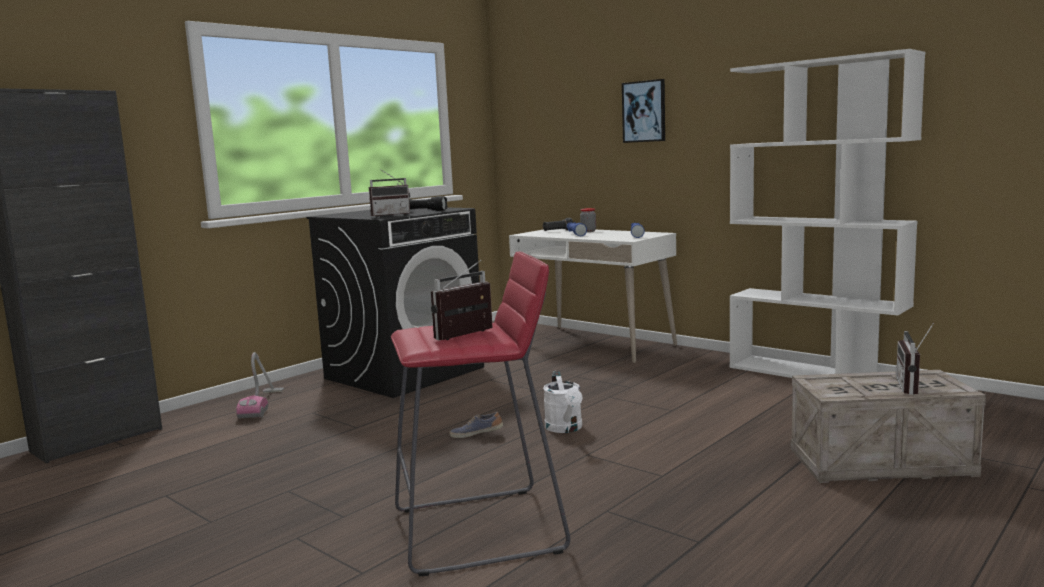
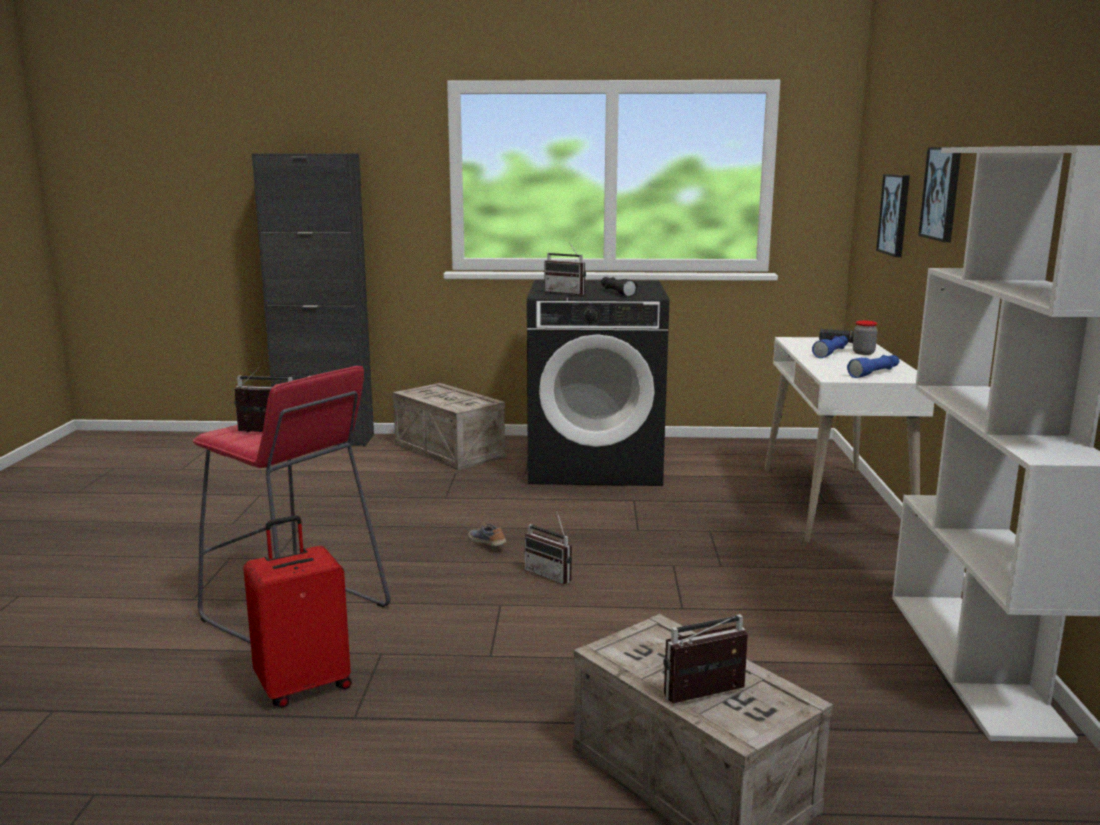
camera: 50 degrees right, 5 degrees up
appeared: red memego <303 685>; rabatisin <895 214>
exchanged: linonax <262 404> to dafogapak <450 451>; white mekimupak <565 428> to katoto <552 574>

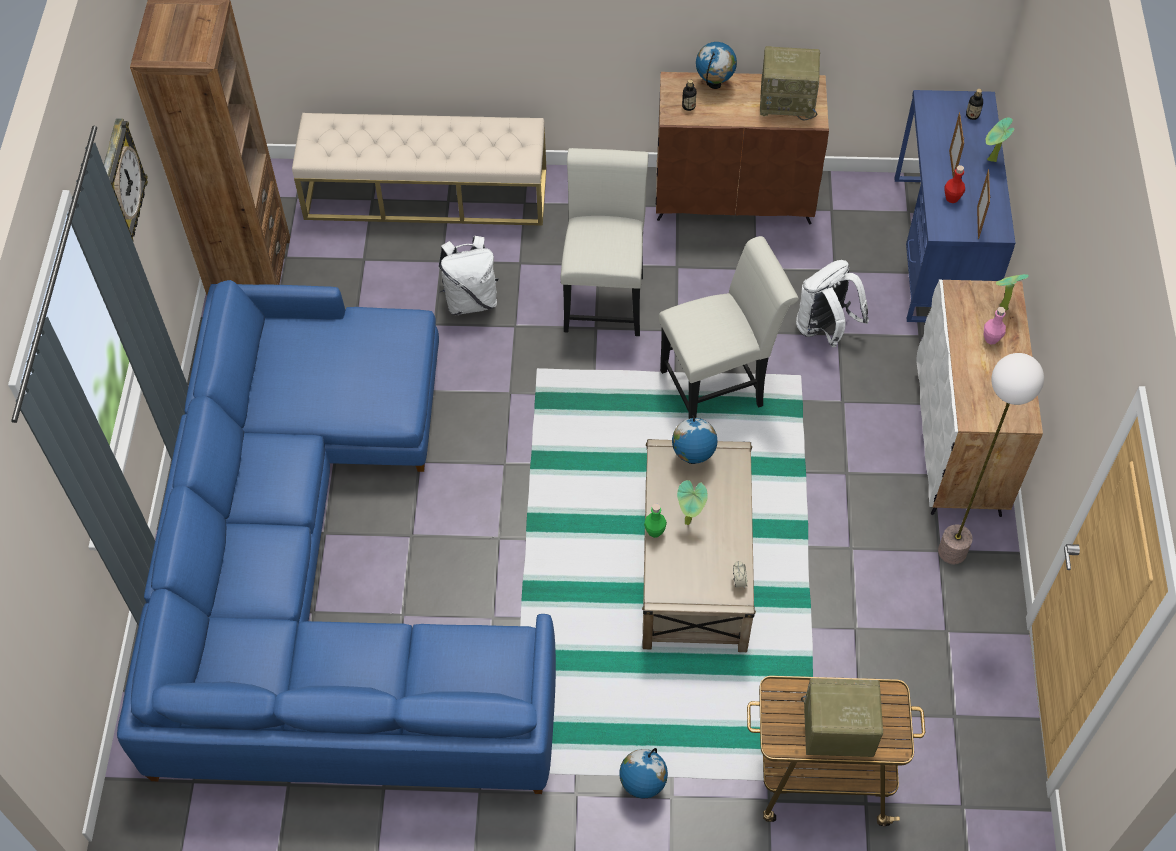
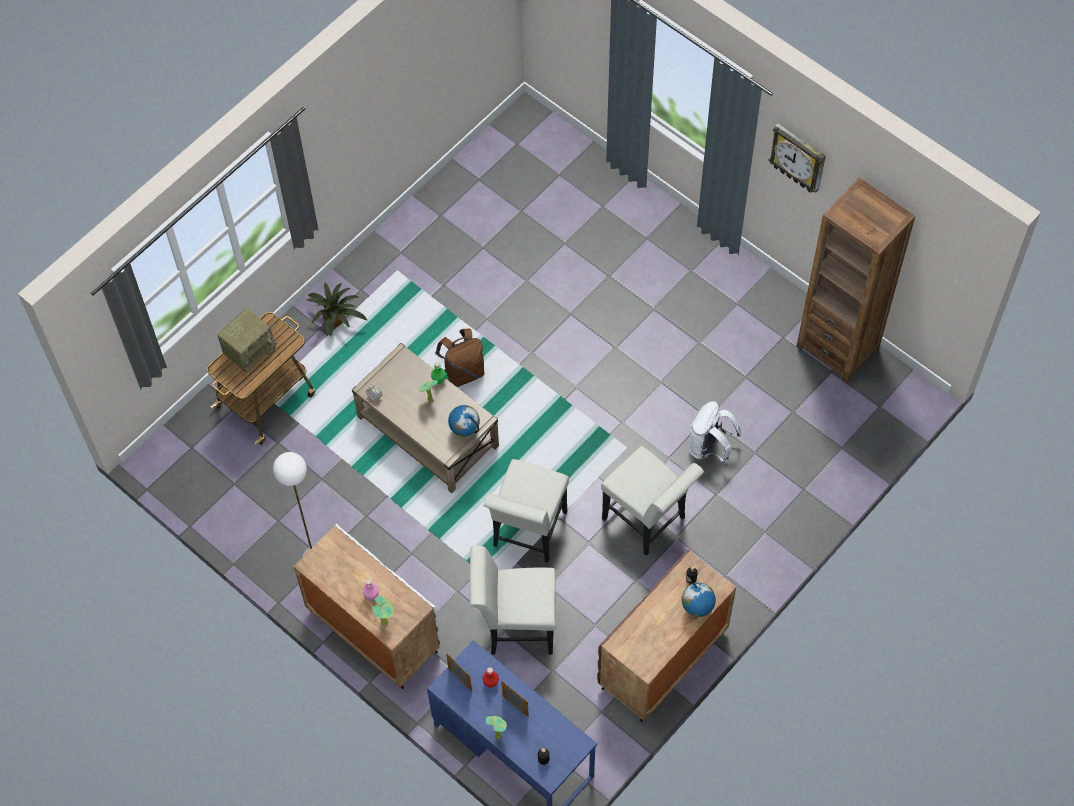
camera: 130 degrees right, 5 degrees up
missing: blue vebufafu <321 574>; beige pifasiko <426 194>; katoto <788 100>
appeared: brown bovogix <463 372>
exchanged: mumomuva <642 786> to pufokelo <336 319>; white bovogix <825 329> to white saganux <515 626>

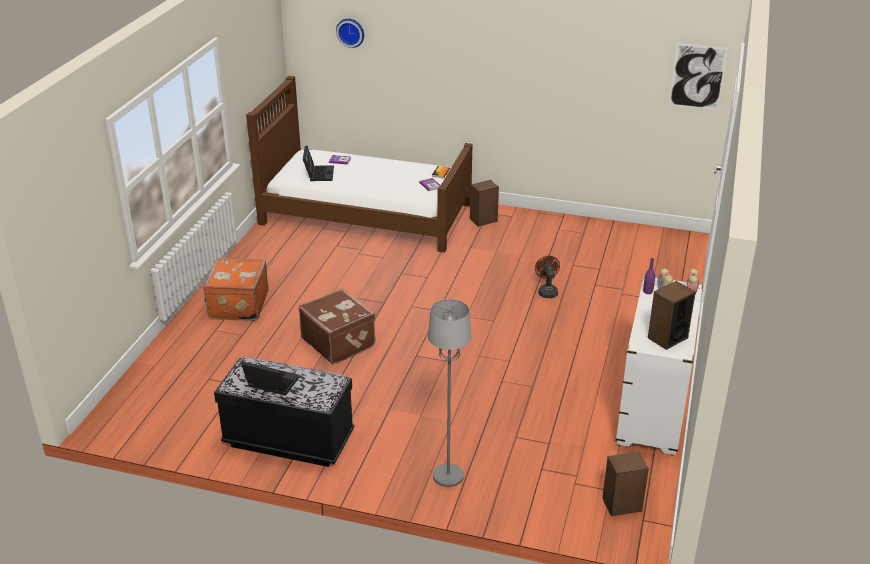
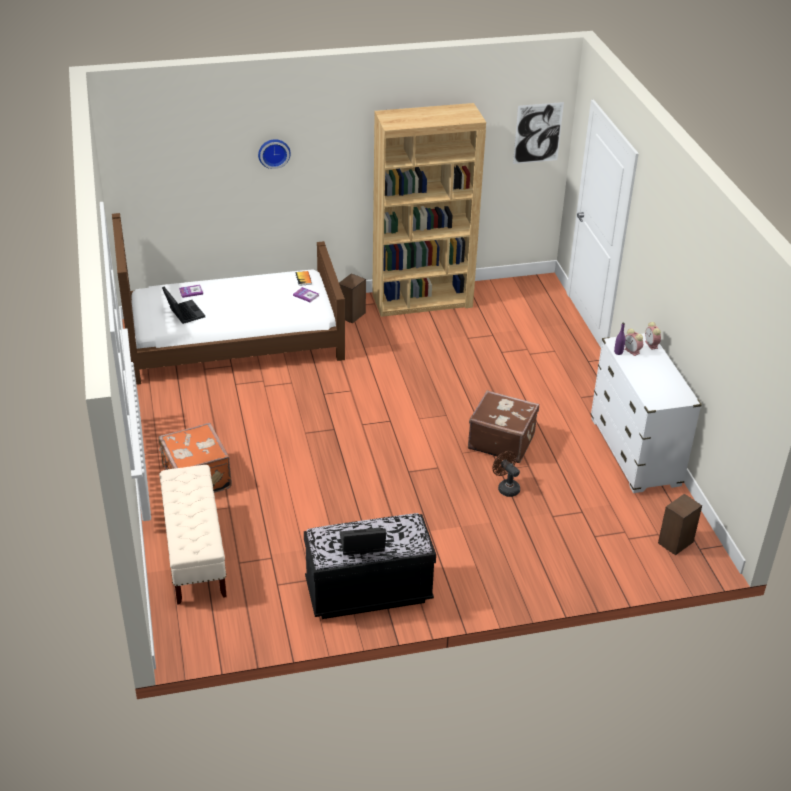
camera: 30 degrees left, 5 degrees up
missing: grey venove <448 476>; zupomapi <667 338>
appeared: beige pifasiko <195 554>; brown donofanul <422 301>
relocated: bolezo <351 32> to <273 152>; brown memego <339 342> to <501 441>; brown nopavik <547 291> to <506 487>

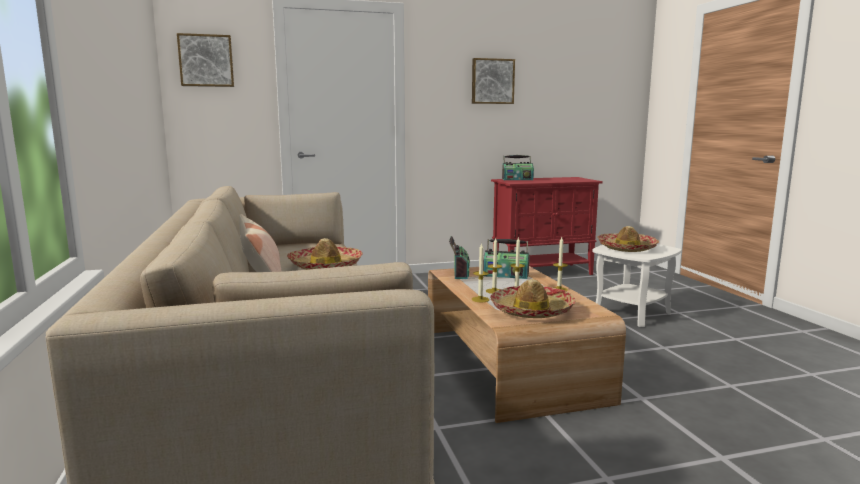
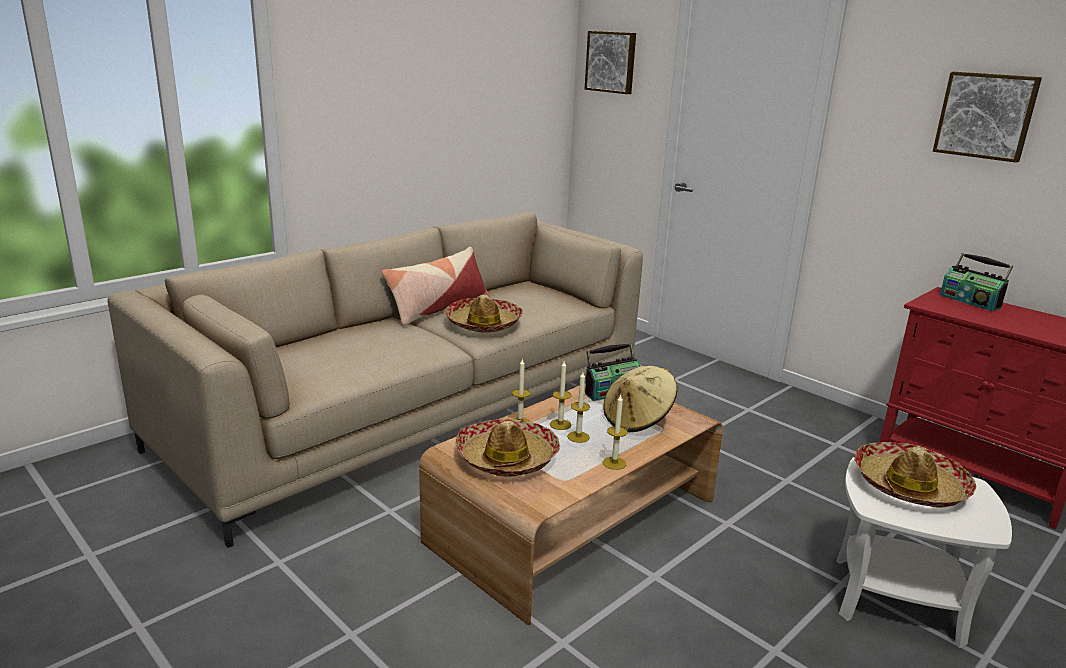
camera: 60 degrees right, 10 degrees up
exchanged: katoto <505 275> to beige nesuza <638 419>

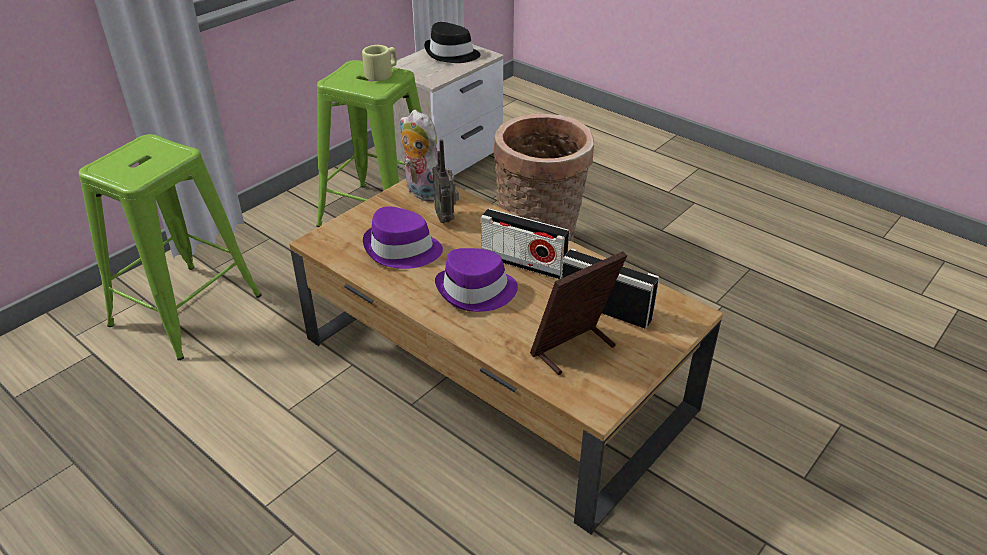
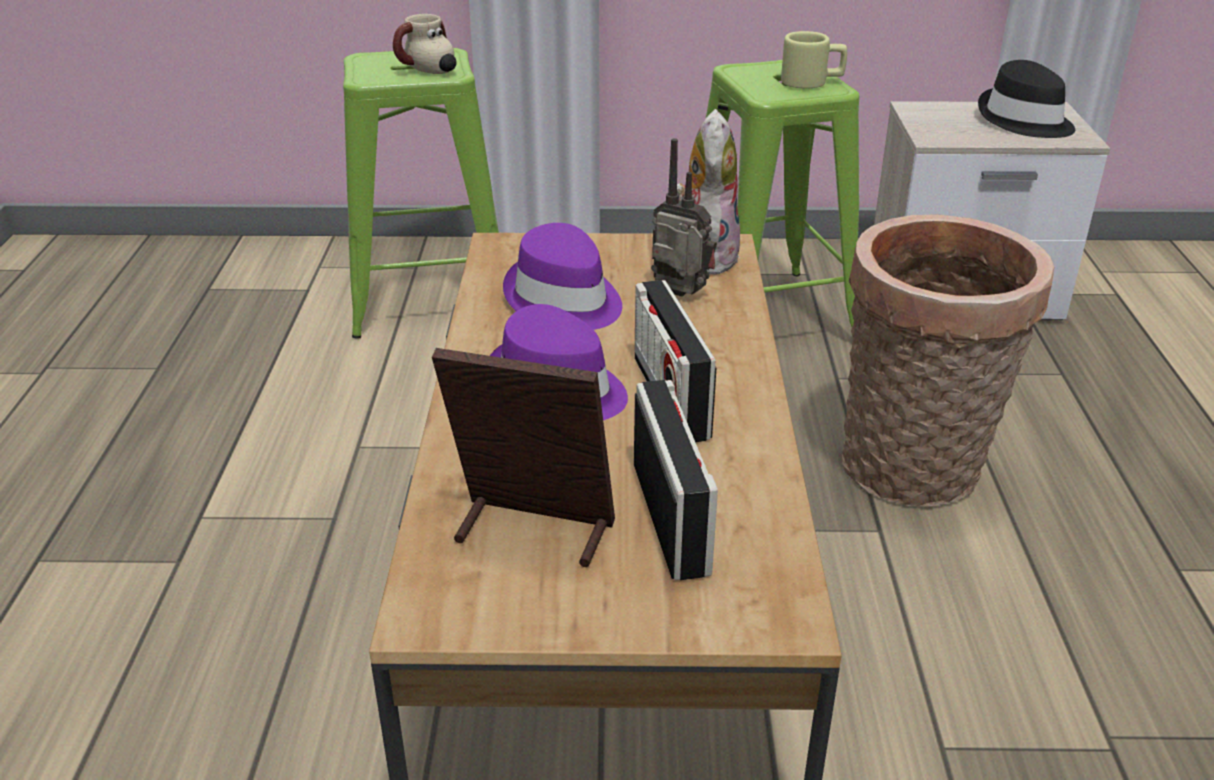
camera: 50 degrees right, 5 degrees down
appeared: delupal <427 70>
spun: katoto <446 218> = <678 297> 90 degrees clockwise

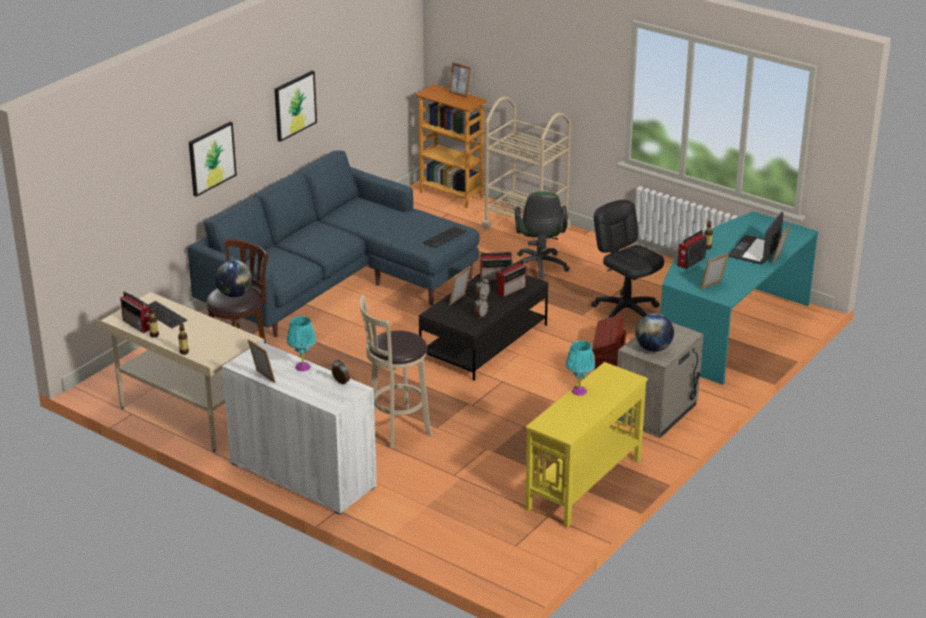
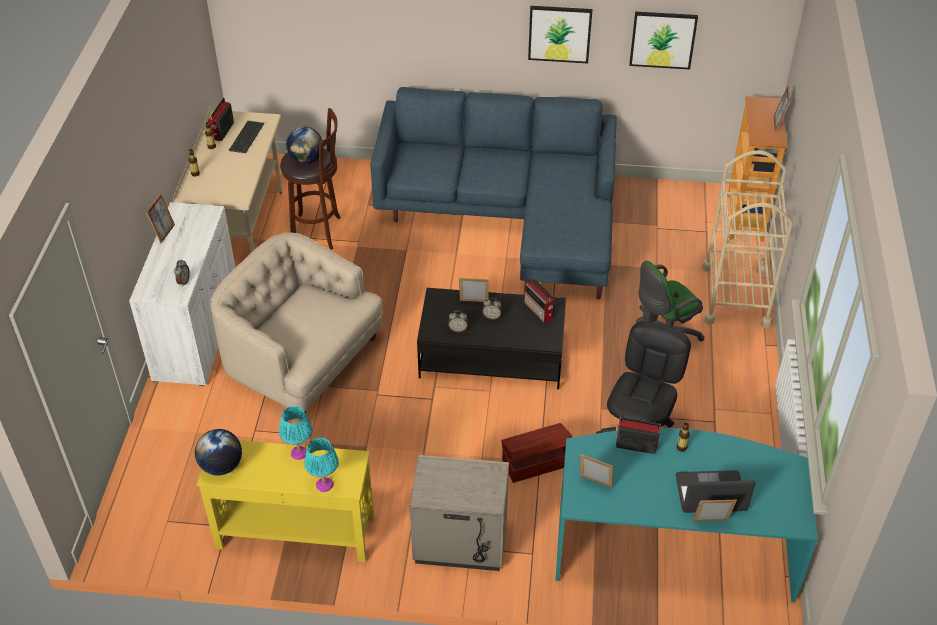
camera: 60 degrees right, 15 degrees up
missing: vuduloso <444 237>; katoto <511 289>
relocated: mumomuva <653 348> to <221 466>; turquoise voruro <303 367> to <324 484>; rabatisin <211 158> to <663 39>
exchanged: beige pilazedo <396 430> to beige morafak <302 360>

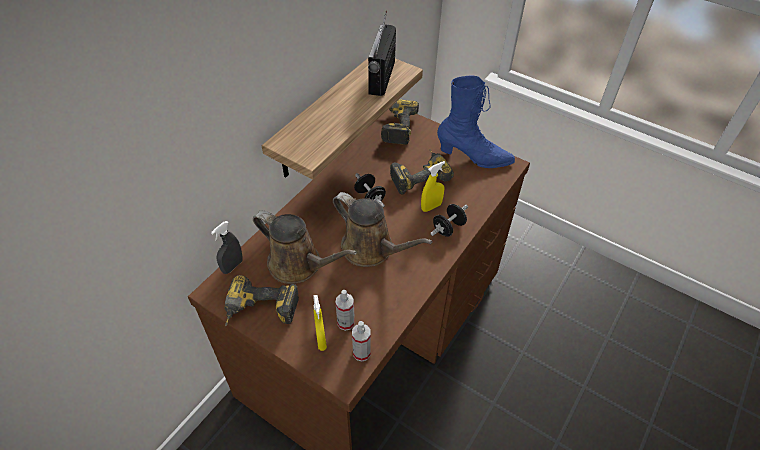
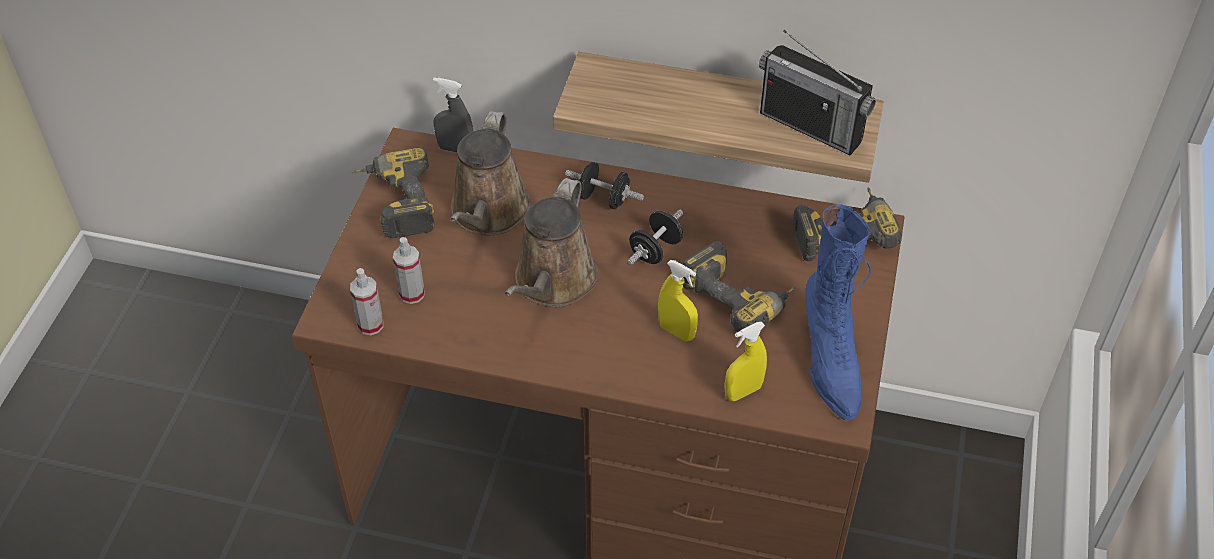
camera: 70 degrees right, 0 degrees up
relocated: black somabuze <448 228> to <604 199>; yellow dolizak <321 339> to <743 392>
spun: katoto <381 78> = <811 126> 135 degrees counterclockwise

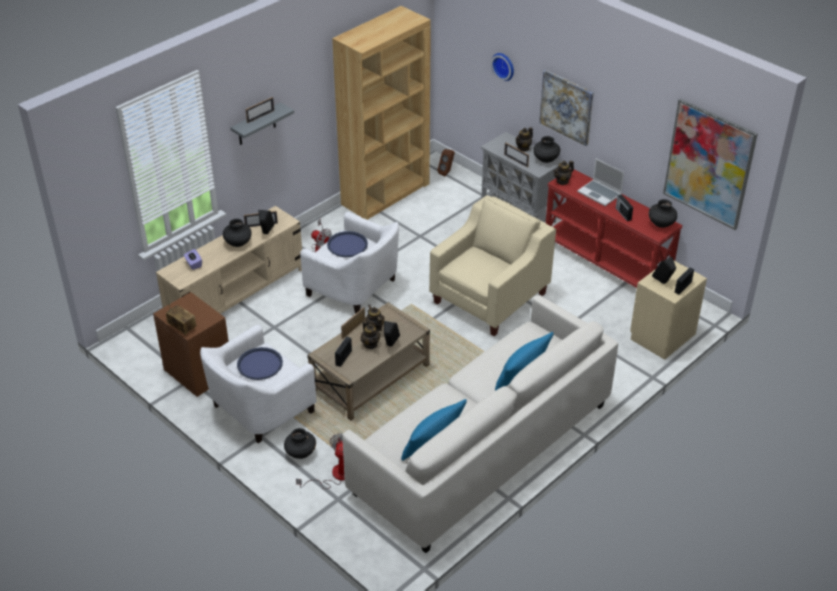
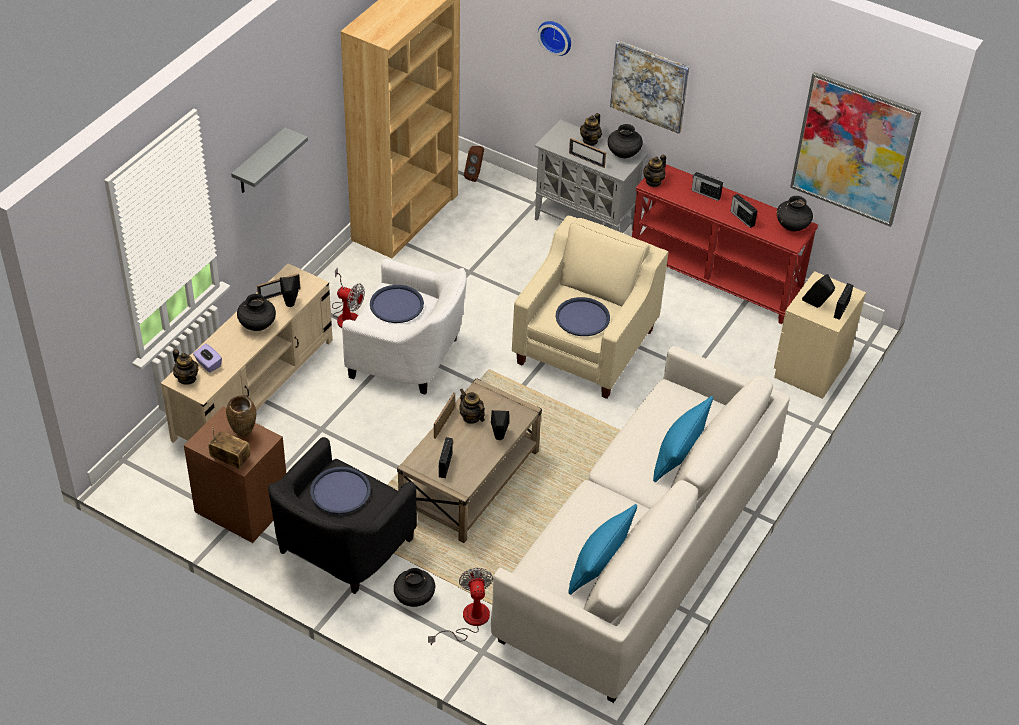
camera: 15 degrees left, 5 degrees up
missing: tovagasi <260 116>
appeared: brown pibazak <244 434>; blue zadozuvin <582 317>
relocated: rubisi <370 344> to <187 378>
exchanged: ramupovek <600 193> to katoto <705 193>
colour: white morafak <259 409> to black morafak <341 546>

